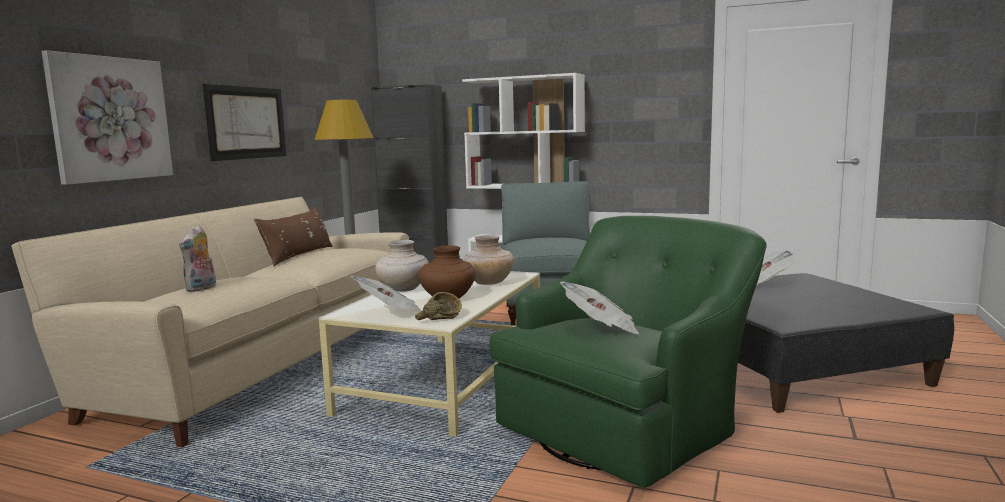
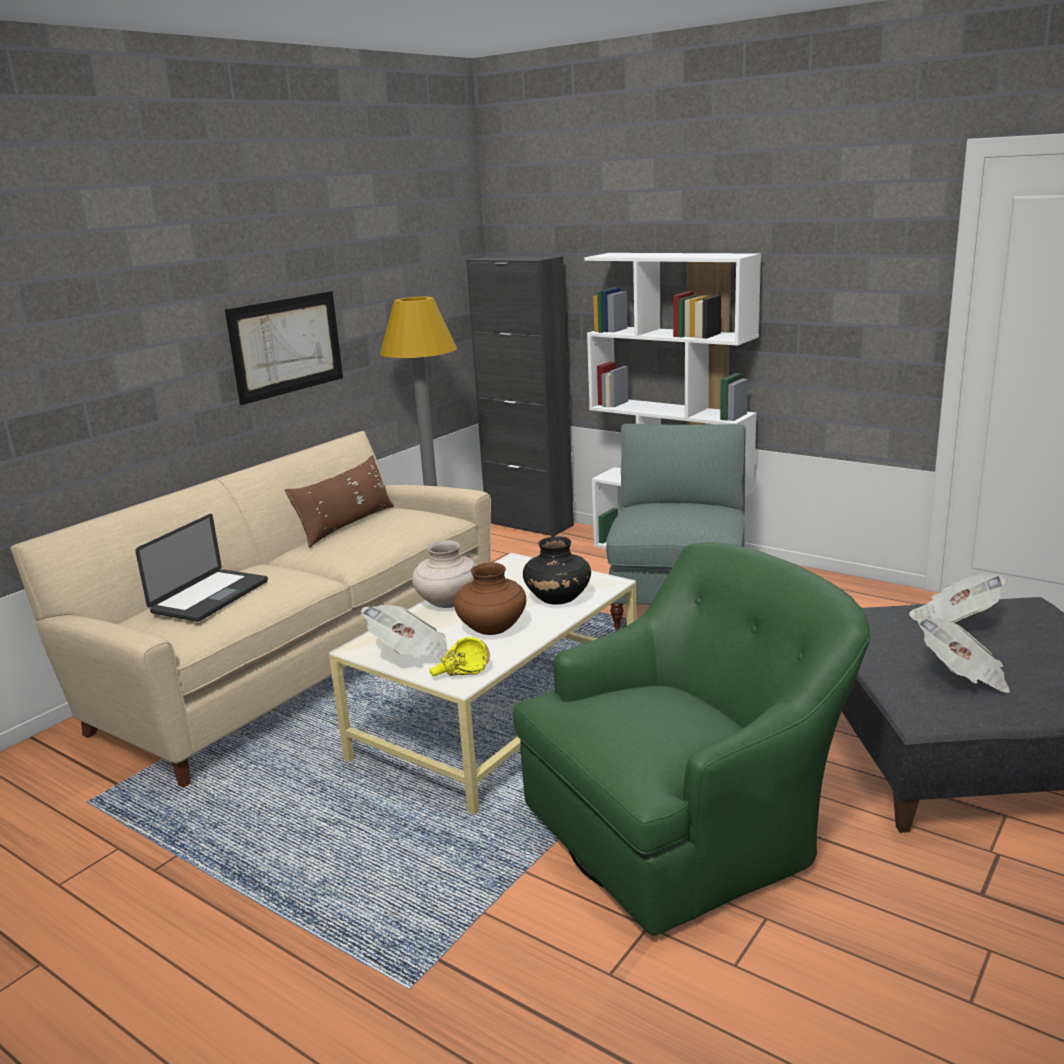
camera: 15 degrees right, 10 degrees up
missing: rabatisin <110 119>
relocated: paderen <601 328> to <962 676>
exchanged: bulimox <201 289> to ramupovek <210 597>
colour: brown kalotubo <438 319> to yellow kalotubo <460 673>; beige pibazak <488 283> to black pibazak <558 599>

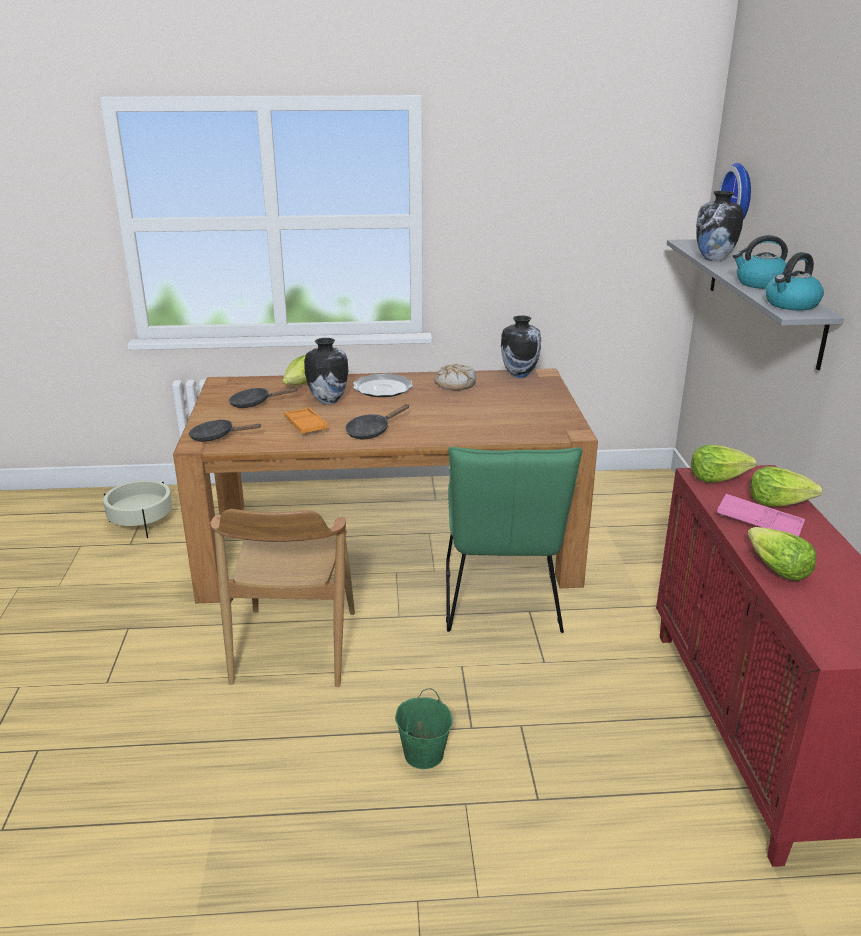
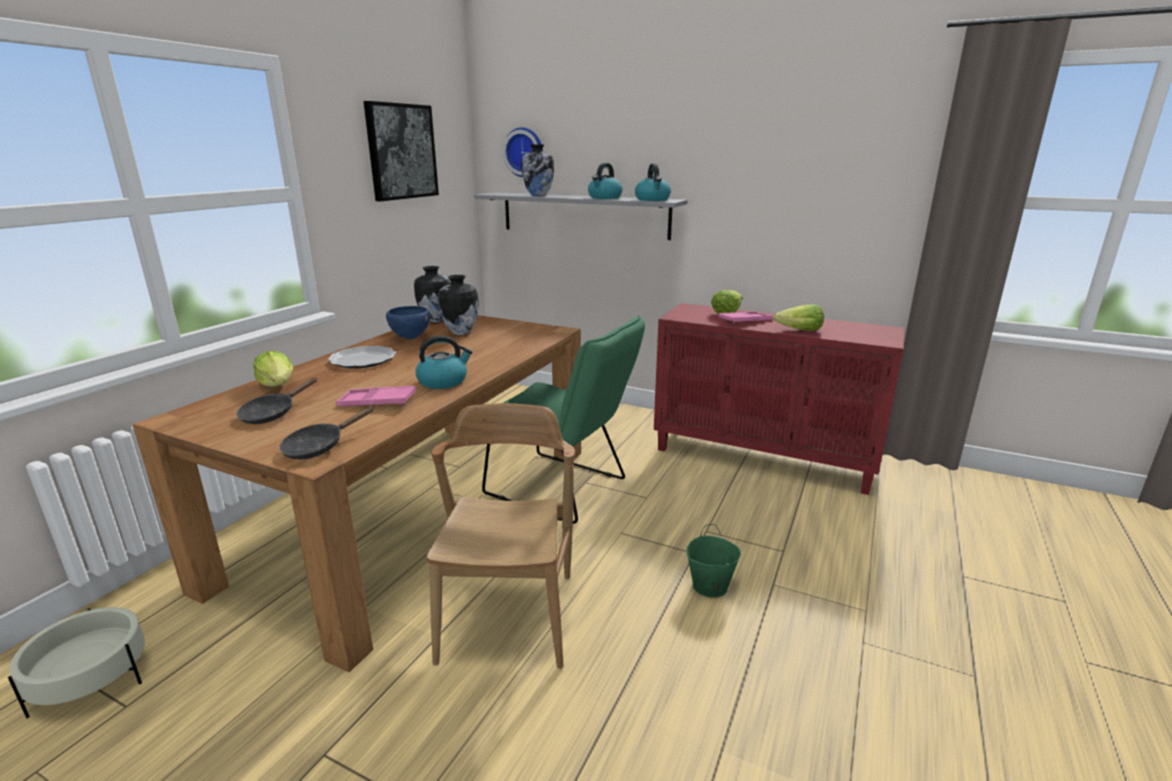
camera: 60 degrees left, 5 degrees down
missing: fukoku <717 478>
appeared: rabatisin <401 152>
relocated: pibazak <328 401> to <460 332>
exchanged: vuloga <455 384> to blue kalotubo <410 338>; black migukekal <371 431> to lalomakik <443 381>
colour: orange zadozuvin <305 425> to pink zadozuvin <377 402>
spun: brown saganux <294 647> = <509 616> 120 degrees counterclockwise

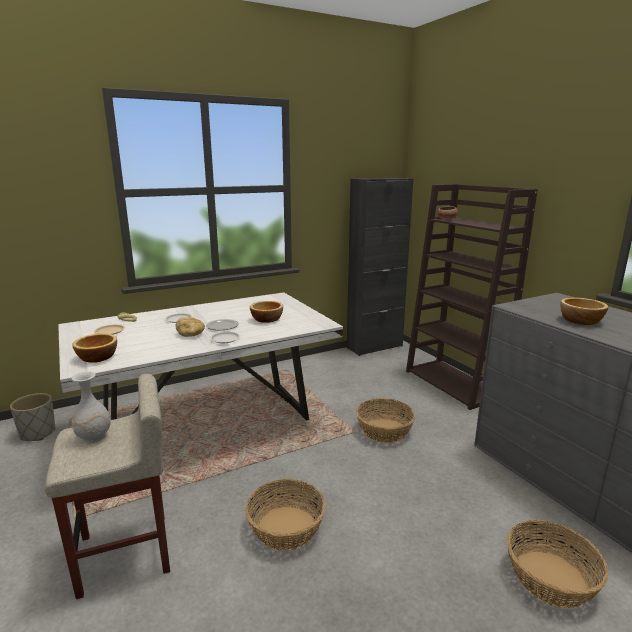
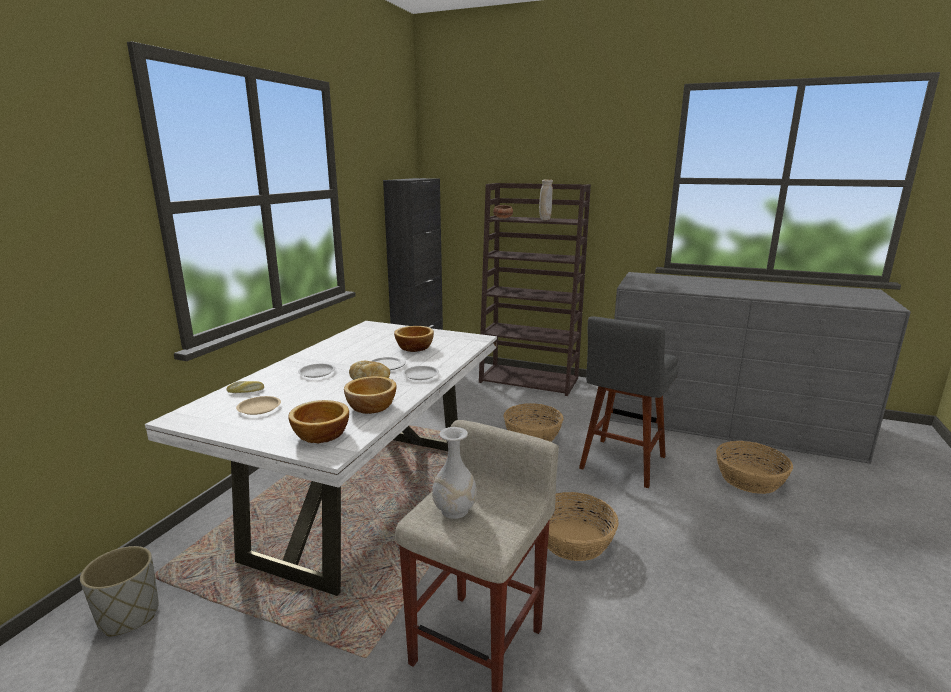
camera: 40 degrees left, 0 degrees up
appeared: beige pibazak <545 220>; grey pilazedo <621 464>
relocated: kalotubo <581 321> to <372 407>

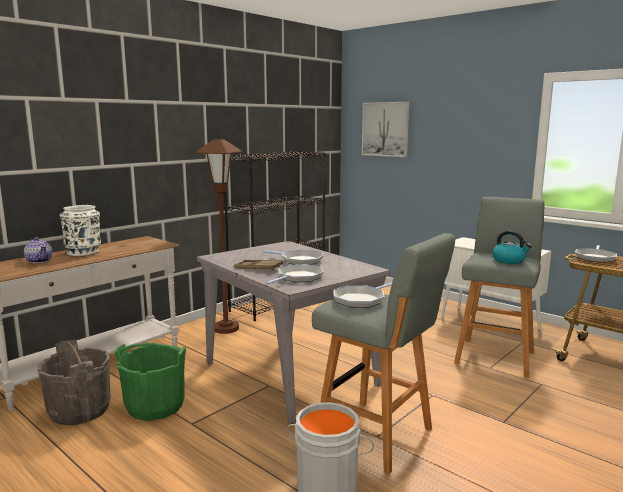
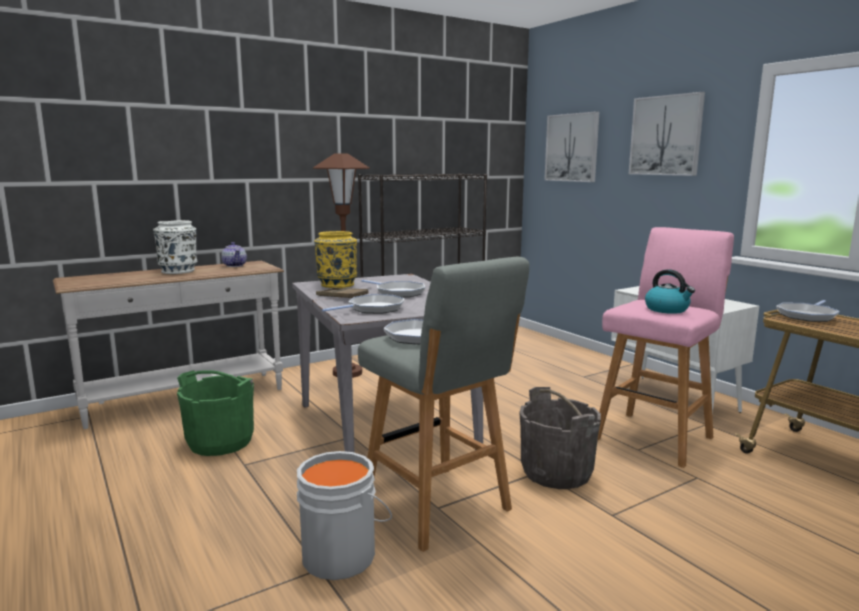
camera: 15 degrees right, 0 degrees up
appeared: yellow pibazak <337 284>; rabatisin <666 135>
relocated: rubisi <39 261> to <234 265>; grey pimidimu <80 410> to <557 472>
colour: grey pilazedo <495 356> to pink pilazedo <655 437>

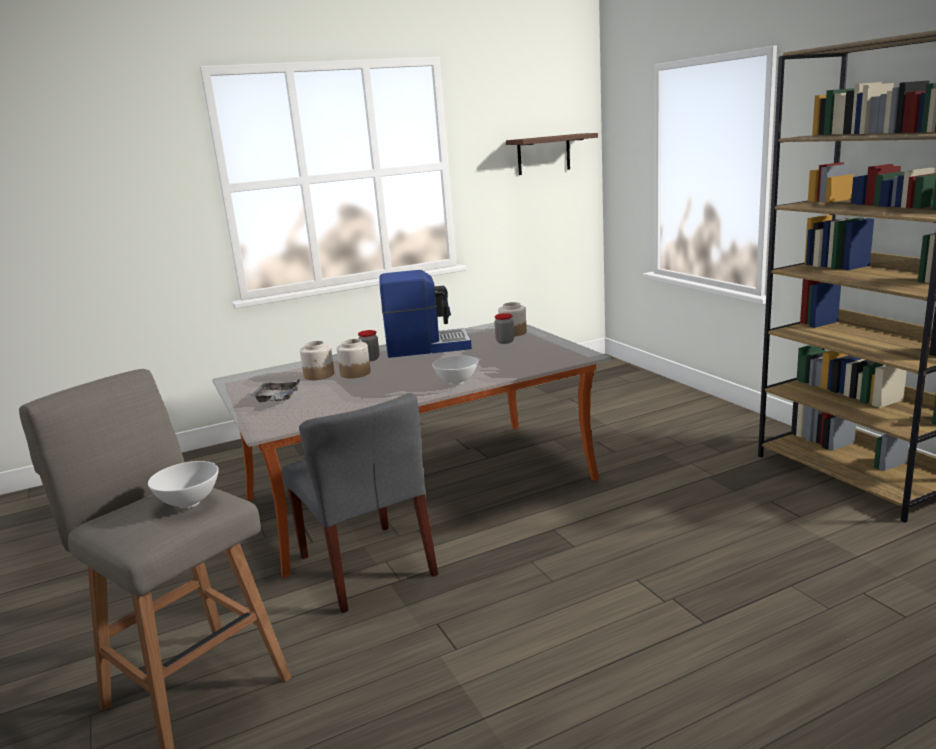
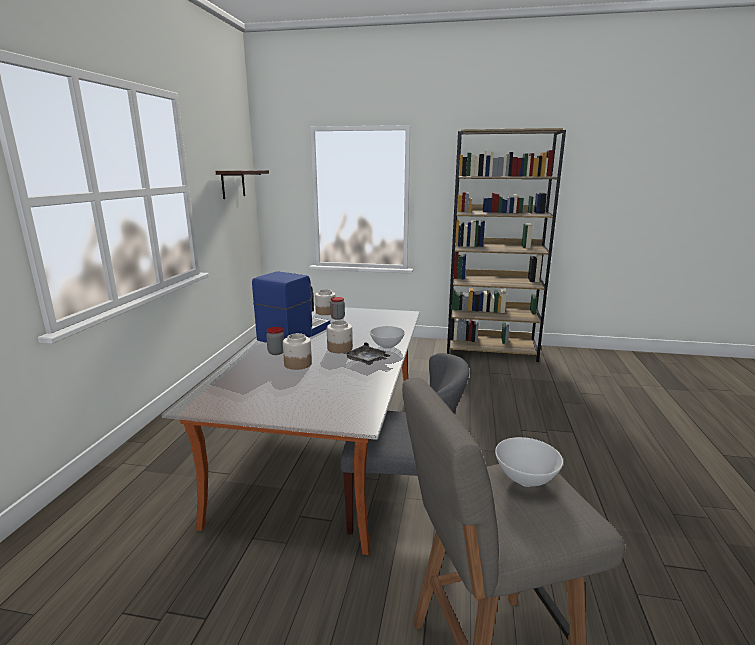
camera: 55 degrees left, 0 degrees up
relocated: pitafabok <319 375> to <340 348>; grey zadozuvin <277 399> to <368 360>

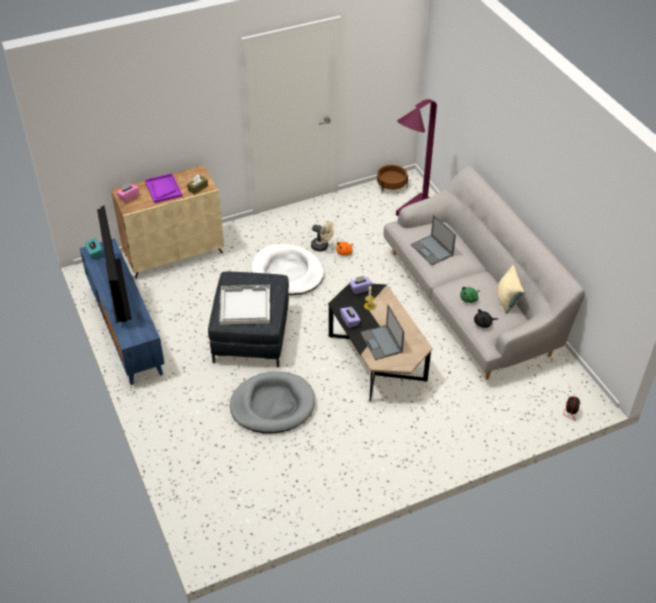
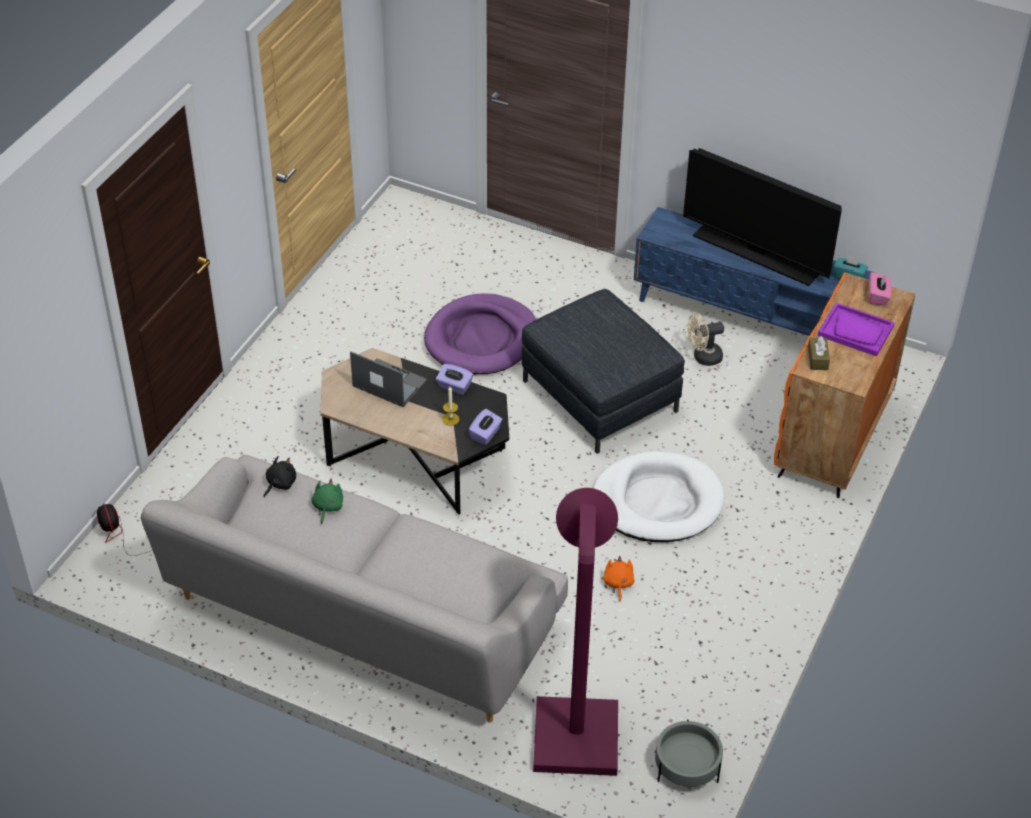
camera: 140 degrees right, 0 degrees up
missing: white zadozuvin <244 305>; ramupovek <432 250>; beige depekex <507 300>
relocated: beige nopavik <322 247> to <703 357>
colour: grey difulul <272 405> to purple difulul <481 339>; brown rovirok <391 185> to grey rovirok <687 767>; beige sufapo <174 253> to orange sufapo <834 436>

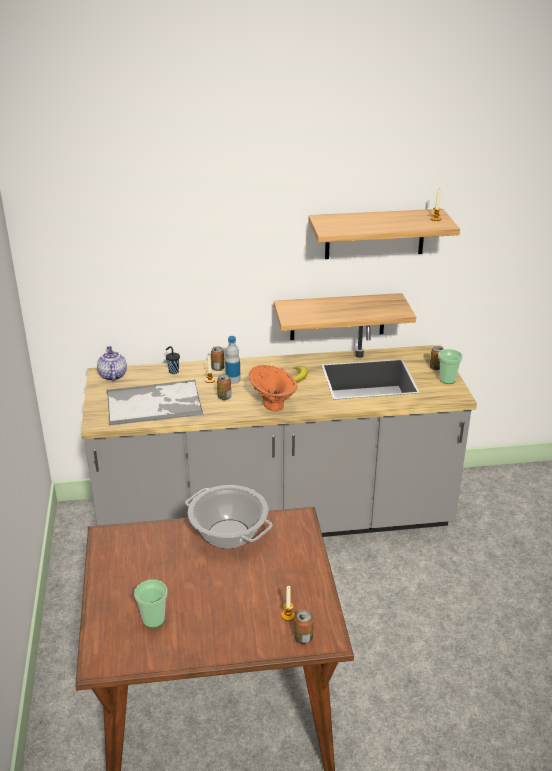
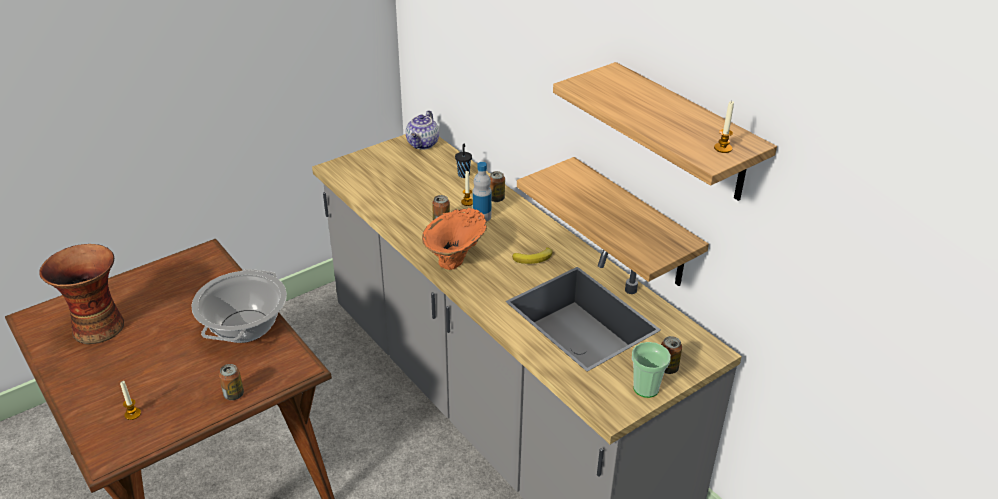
camera: 60 degrees right, 5 degrees up
missing: zadozuvin <155 404>
relocated: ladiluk <303 638> to <234 394>
exchanged: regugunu <153 619> to pibazak <97 326>
spun: rubisi <112 375> = <423 144> 150 degrees clockwise

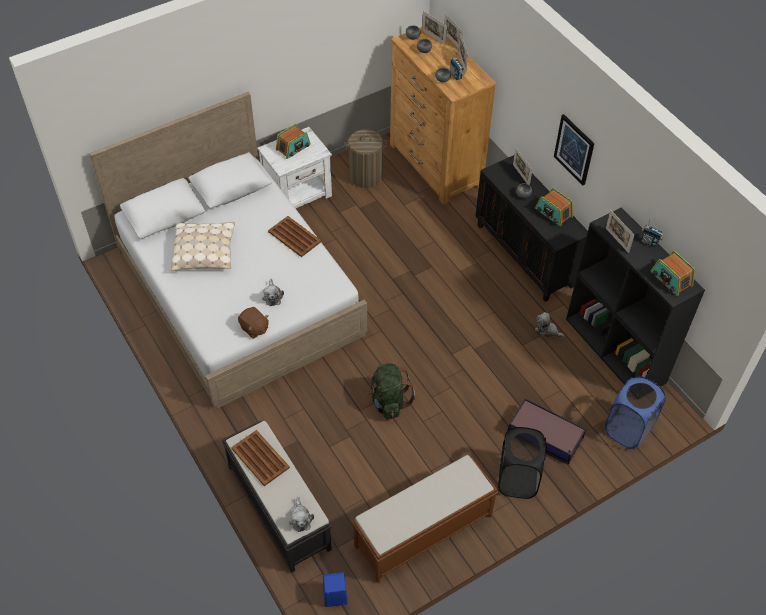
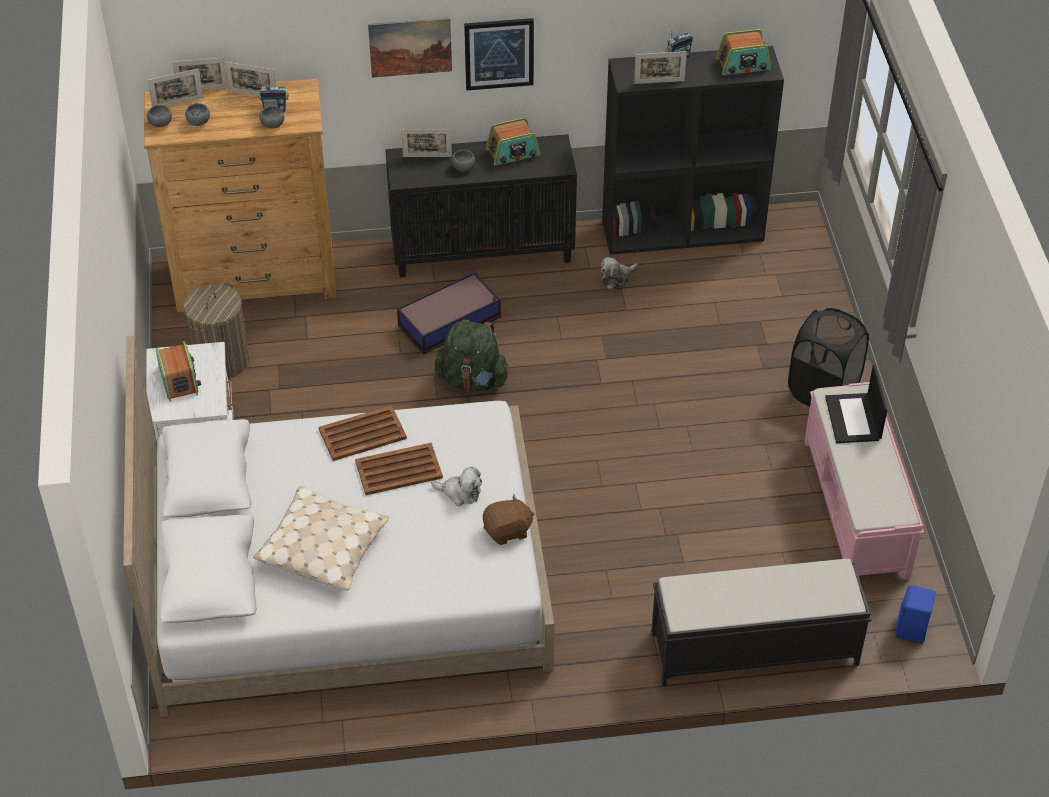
camera: 65 degrees left, 5 degrees down
missing: bulimox <300 518>; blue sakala <628 429>
appeared: rabatisin <410 47>; ramupovek <854 419>
relocated: brown zadozuvin <260 457> to <398 470>; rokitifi <545 436> to <451 321>; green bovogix <388 402> to <472 380>
colour: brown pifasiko <422 531> to pink pifasiko <856 509>

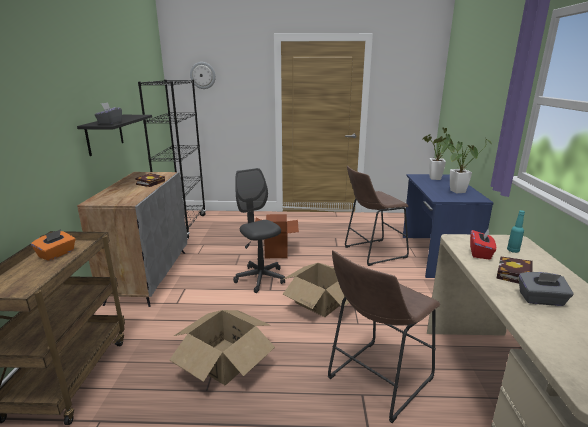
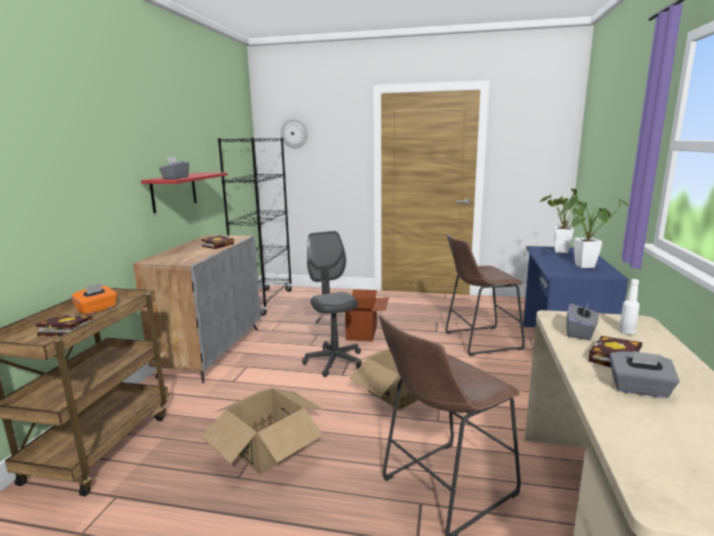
camera: 10 degrees right, 5 degrees down
appeared: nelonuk <63 330>
colour: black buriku <105 134> to red buriku <174 191>; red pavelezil <480 253> to grey pavelezil <580 332>; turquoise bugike <513 250> to white bugike <627 332>

